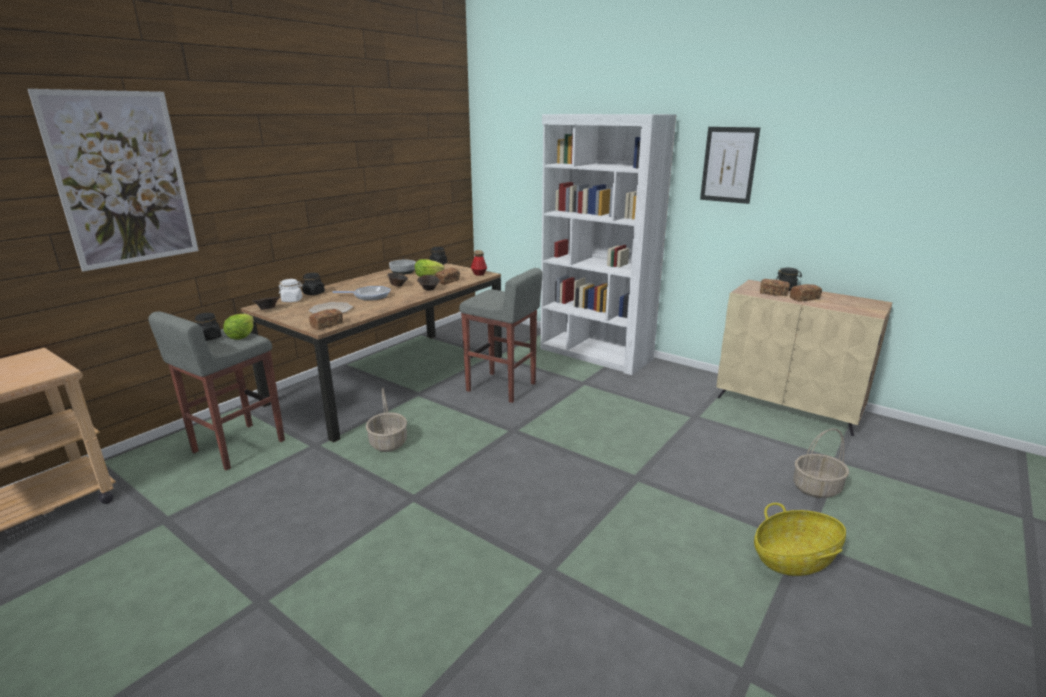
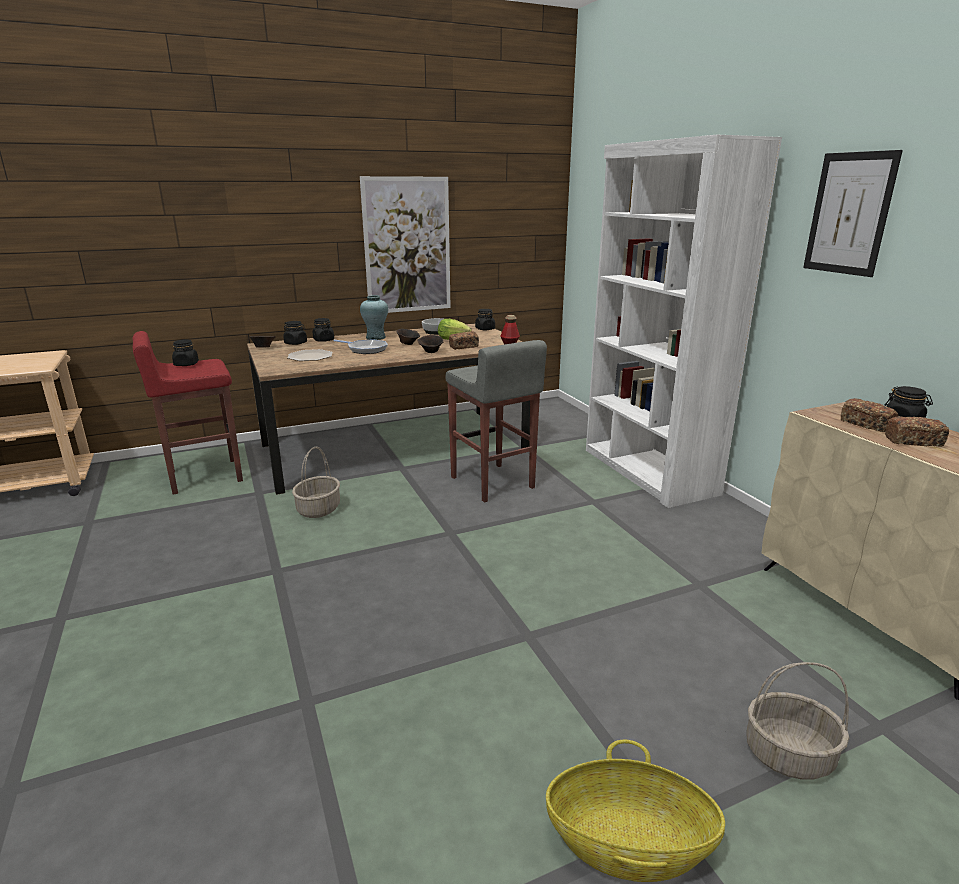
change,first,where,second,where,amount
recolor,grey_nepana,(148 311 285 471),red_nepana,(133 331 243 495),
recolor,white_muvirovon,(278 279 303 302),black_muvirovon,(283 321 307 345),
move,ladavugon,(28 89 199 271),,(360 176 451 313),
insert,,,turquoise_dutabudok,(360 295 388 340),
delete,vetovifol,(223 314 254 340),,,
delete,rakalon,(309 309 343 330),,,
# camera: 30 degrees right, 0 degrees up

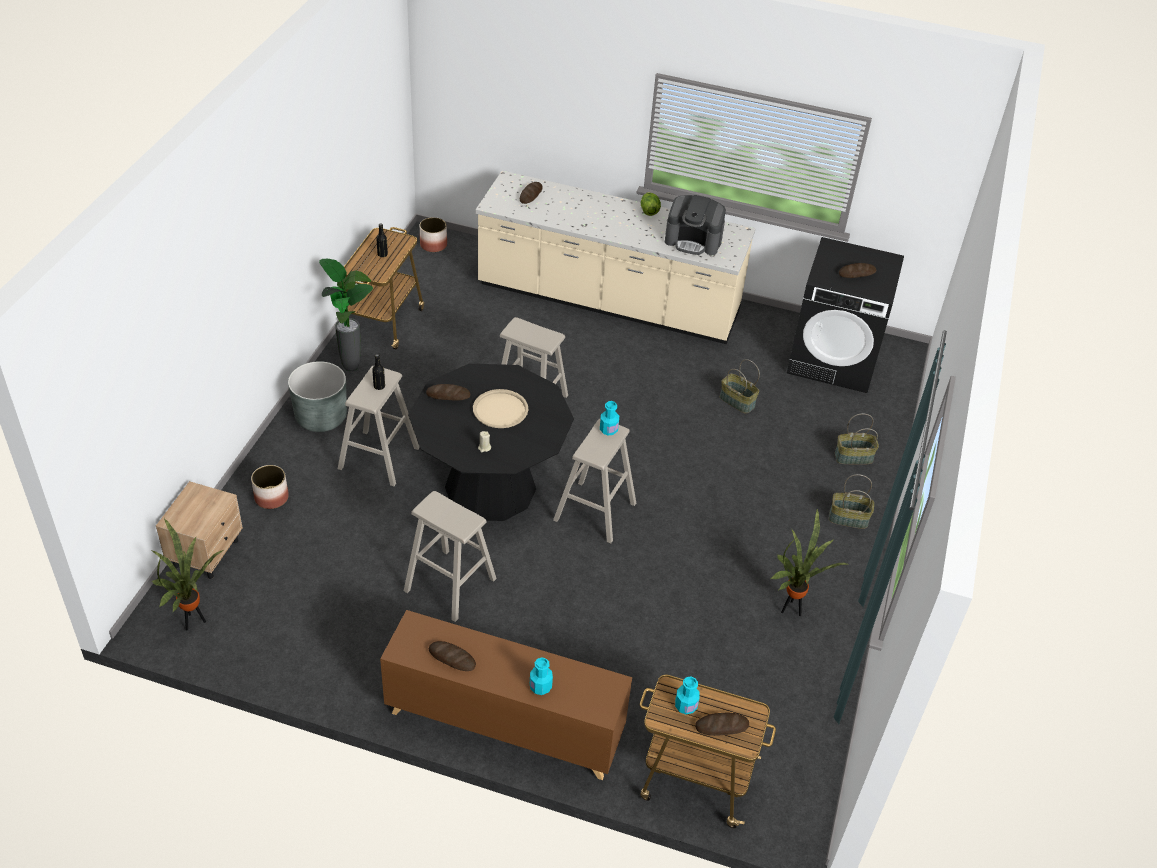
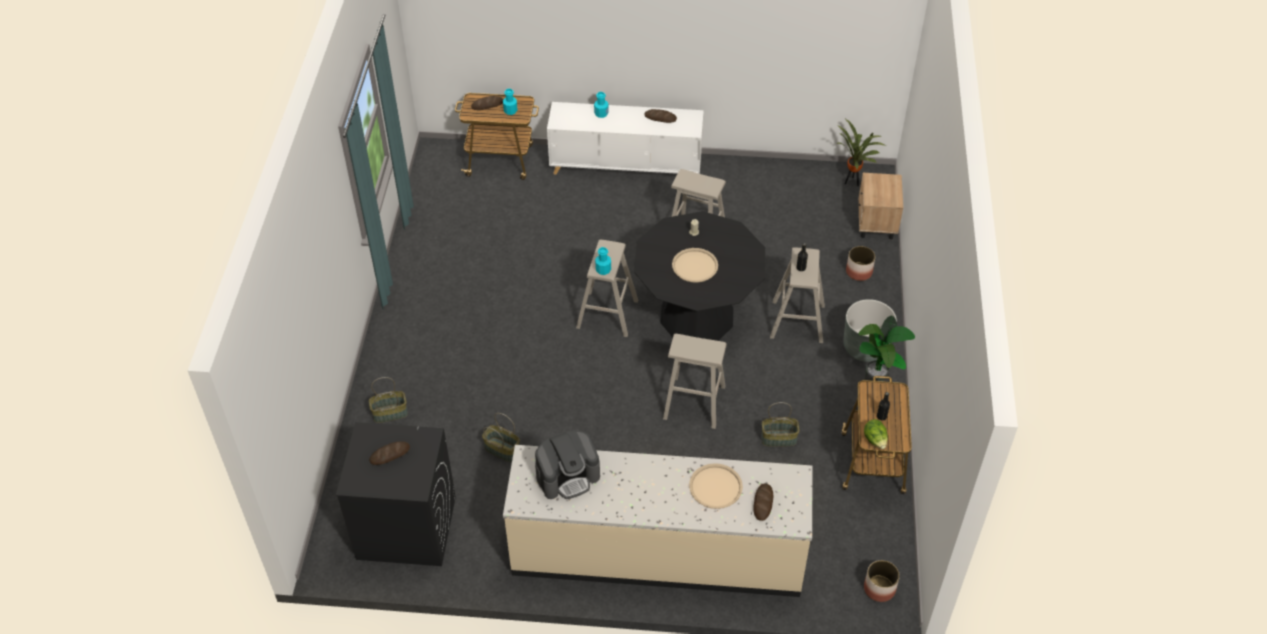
change,first,where,second,where,amount
rotate,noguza,(665 195 726 255),,(535 431 600 499),150 degrees clockwise
recolor,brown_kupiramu,(380 610 632 780),white_kupiramu,(547 102 704 174),
insert,,,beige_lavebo,(689 463 743 509),
move,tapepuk,(829 474 874 529),,(761 402 800 447),
move,vetovifol,(641 192 661 216),,(864 419 888 449),
delete,rakalon,(426 384 470 401),,,
delete,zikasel,(771 508 849 616),,,
# camera: 170 degrees right, 5 degrees up

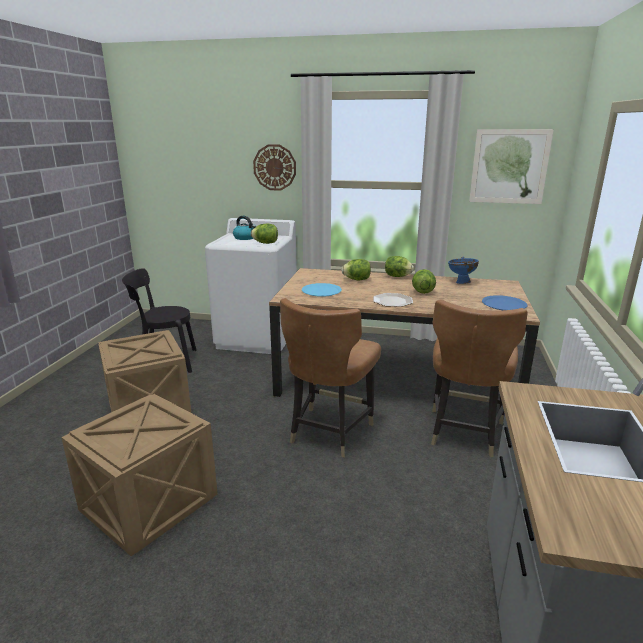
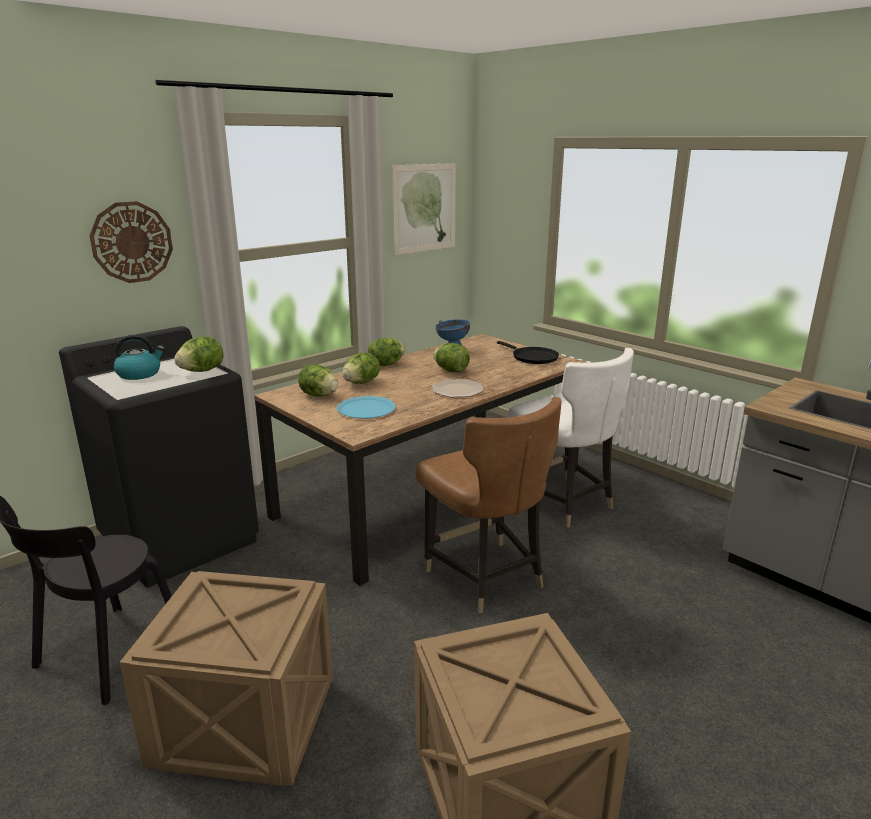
change,first,where,second,where,amount
recolor,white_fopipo,(205 218 297 354),black_fopipo,(59 326 259 587),
insert,,,vetovifol,(298 364 338 397),
replace,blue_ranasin,(482 295 527 310),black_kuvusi,(497 341 559 364),
recolor,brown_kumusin,(431 299 528 457),white_kumusin,(508 348 634 528),
# camera: 55 degrees left, 0 degrees up

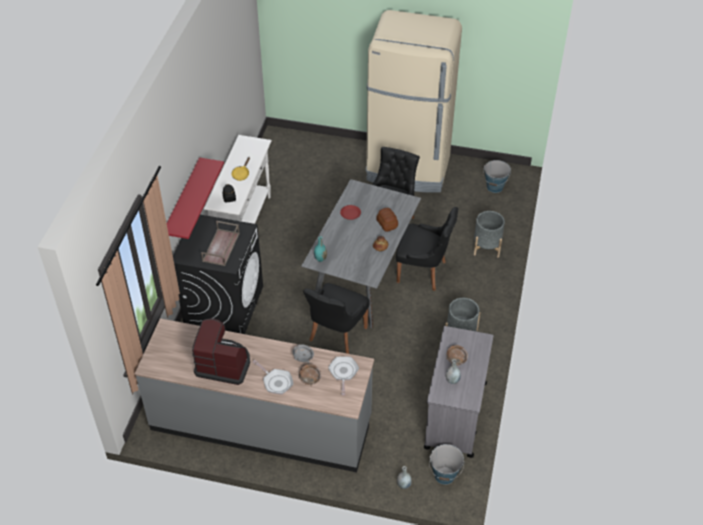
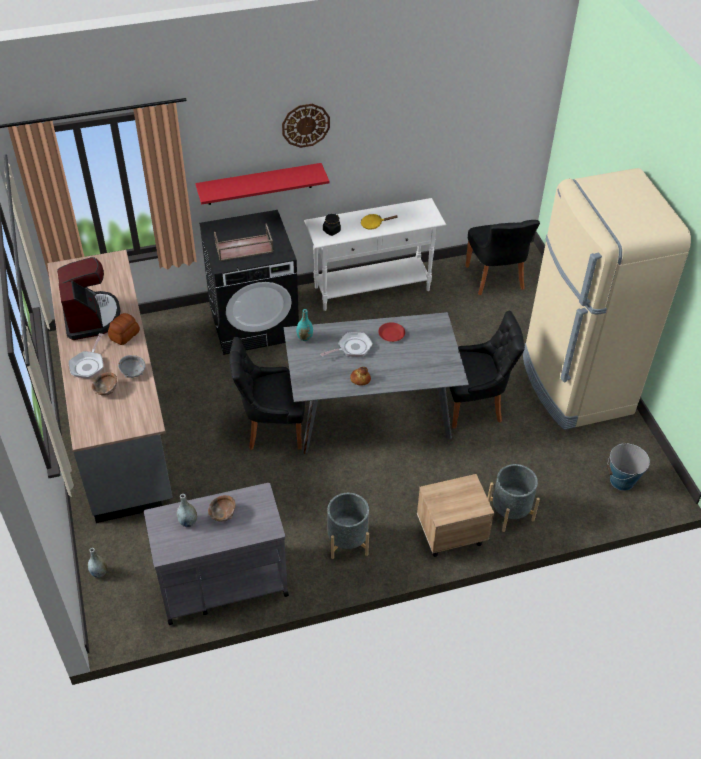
change,first,where,second,where,amount
move,rakalon,(376 208 398 232),,(108 313 140 345),
insert,,,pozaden,(282 104 330 148),
move,kuvusi,(328 356 359 396),,(321 332 373 357),
insert,,,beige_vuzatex,(417 474 494 557),
move,black_kumusin,(396 207 458 291),,(466 220 540 295),
delete,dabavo,(429 444 464 485),,,
# camera: 60 degrees right, 0 degrees up

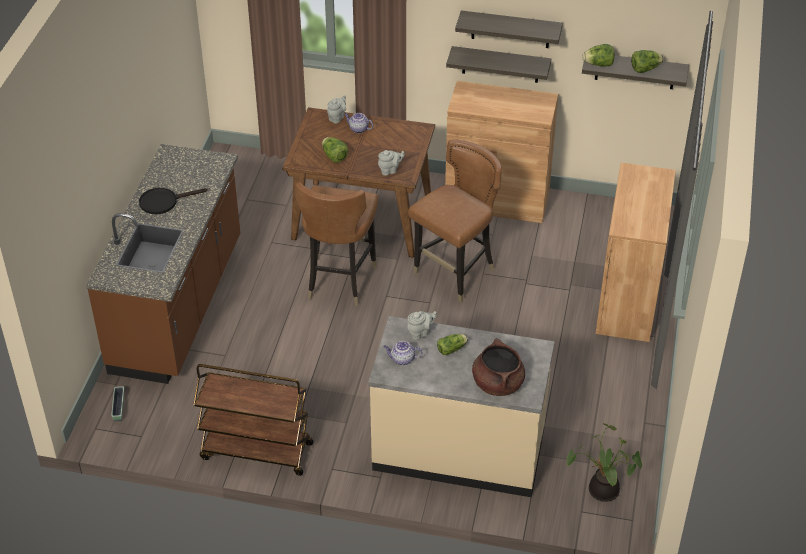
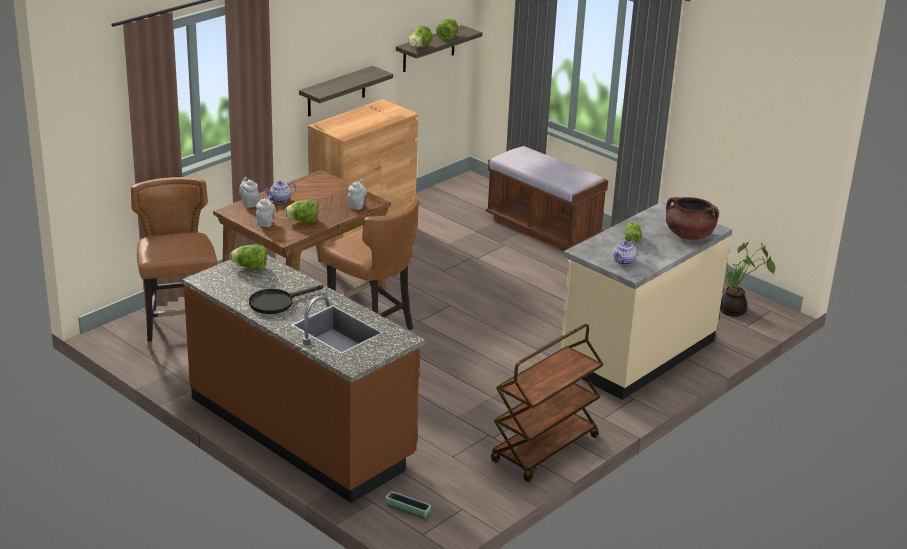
change,first,where,second,where,amount
move,brown_kumusin,(408 140 502 303),,(131 177 217 351),
insert,,,vetovifol,(230 244 267 270),
rotate,black_kuvusi,(139 188 207 214),,(249 285 323 314),45 degrees clockwise
move,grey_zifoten,(407 311 437 340),,(256 195 276 227),
replace,brown_kupiramu,(596 163 676 342),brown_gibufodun,(486 146 608 251),
delete,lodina,(455 10 563 48),,,
# camera: 60 degrees left, 15 degrees down

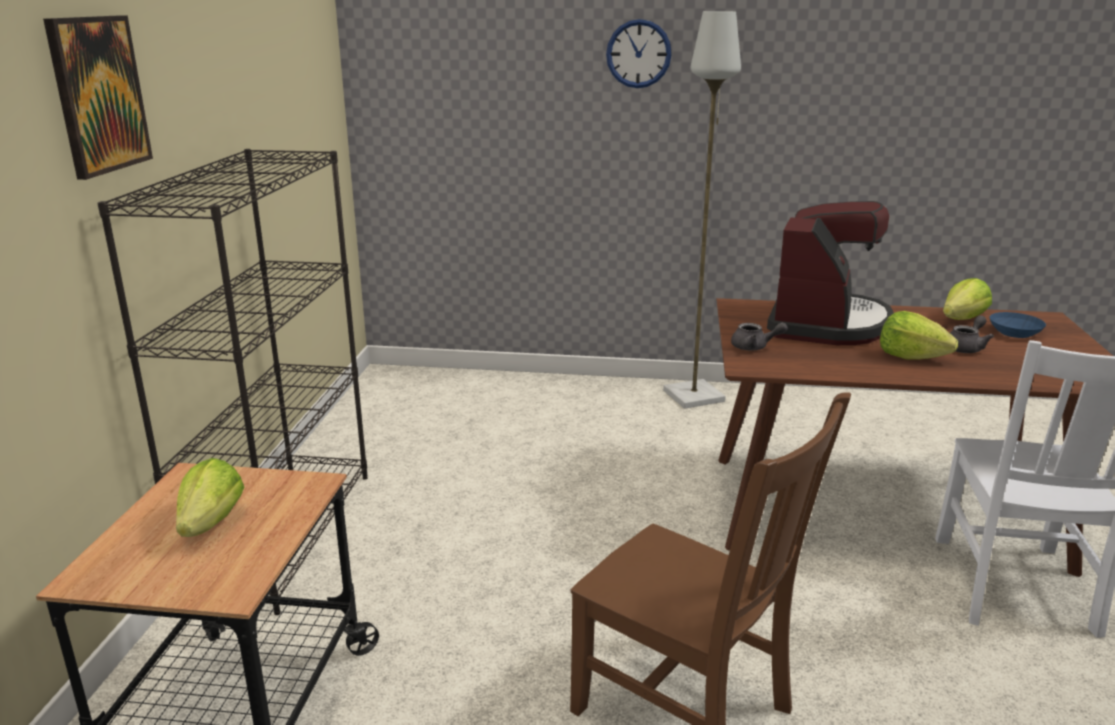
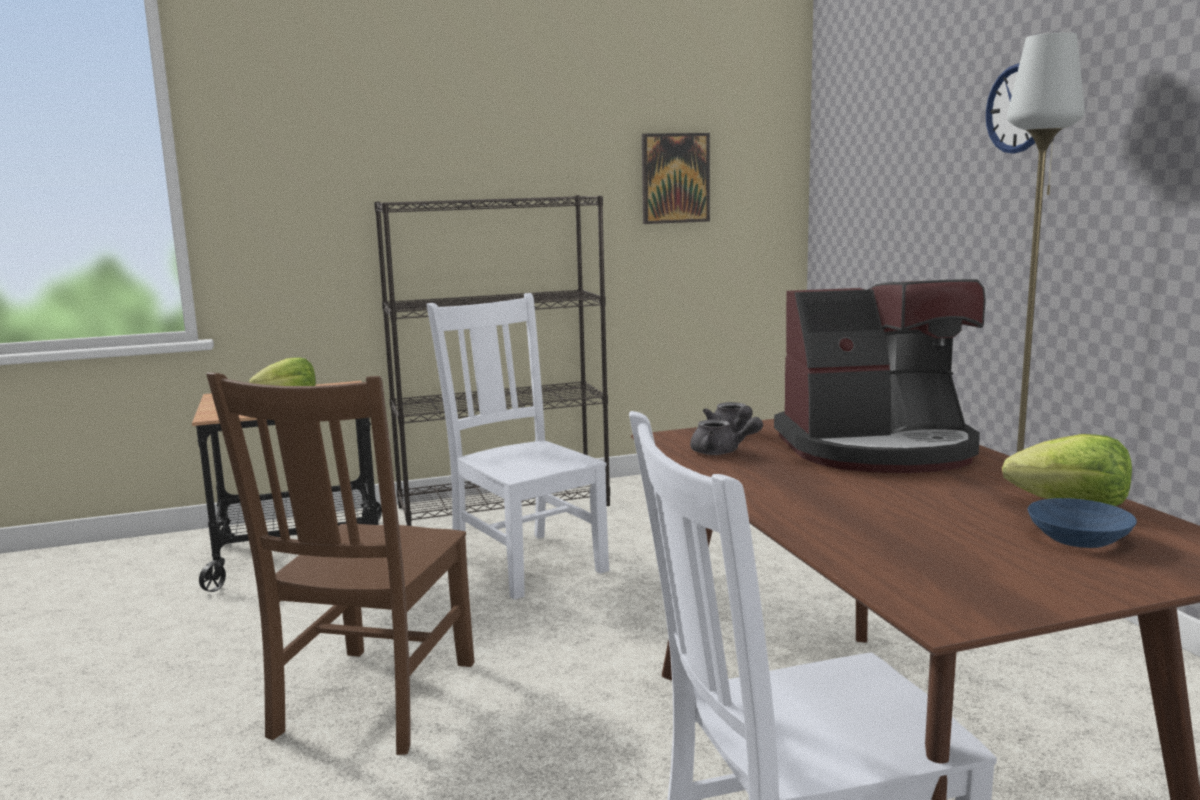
change,first,where,second,where,amount
insert,,,white_kumusin,(426 293 609 600),
move,ladavugon,(43 15 153 180),,(642 133 710 224),
move,grey_zifoten,(950 315 994 353),,(690 417 763 455),
delete,vetovifol,(880 311 958 360),,,
# camera: 65 degrees right, 10 degrees down

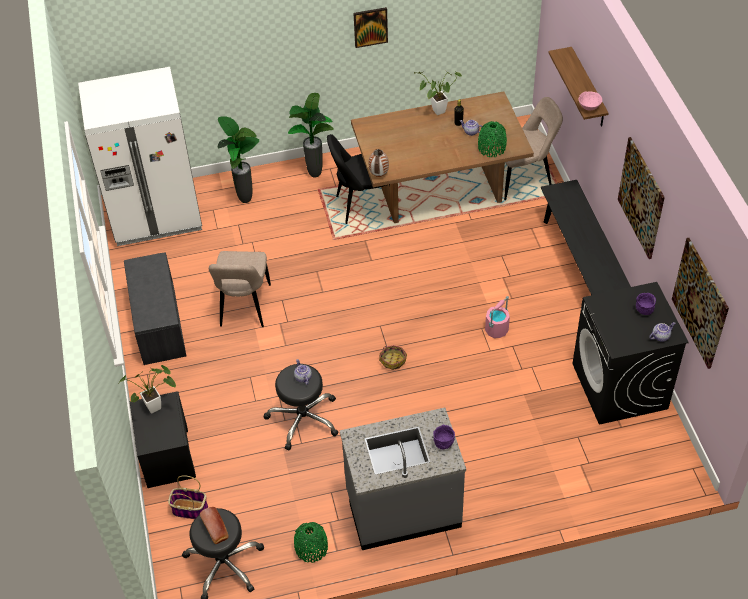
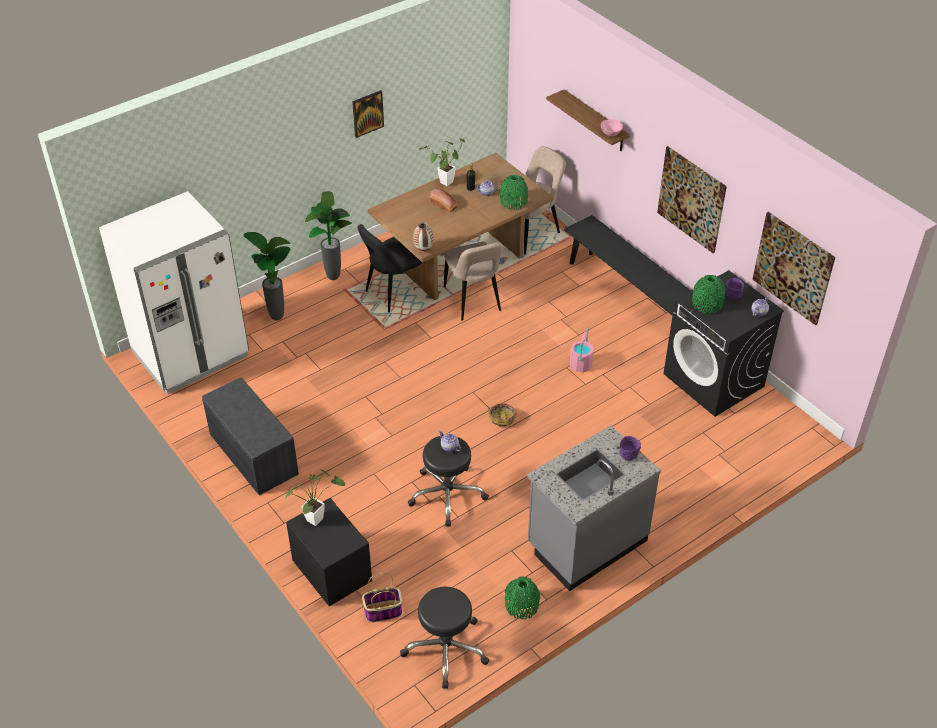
change,first,where,second,where,amount
move,rakalon,(200 507 229 544),,(430 188 457 212),
move,beige_kumusin,(209 251 271 327),,(444 241 503 321),
insert,,,green_dutabudok,(692 275 726 314),
# camera: 25 degrees left, 5 degrees down

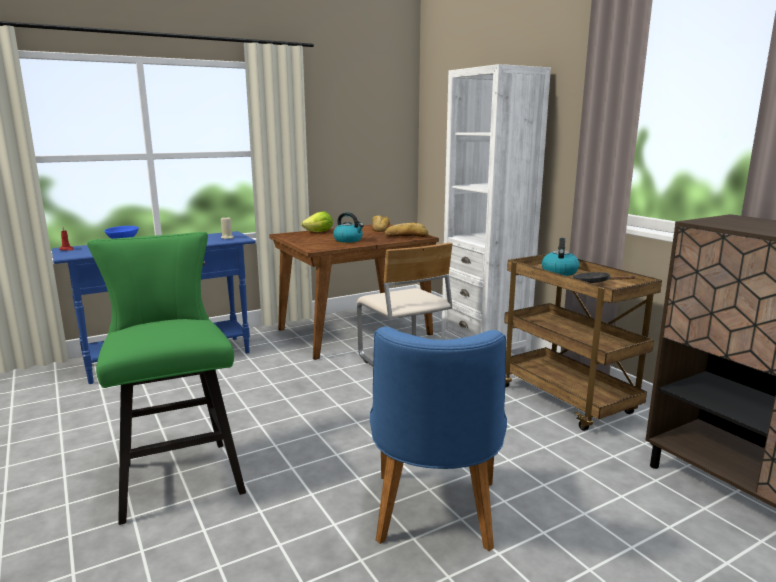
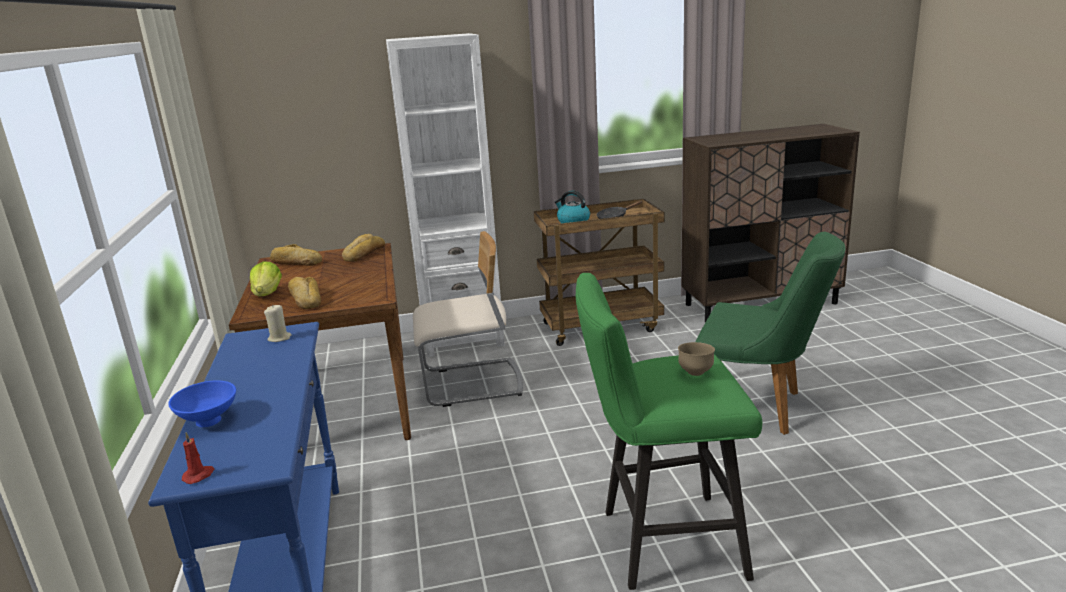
change,first,where,second,where,amount
insert,,,rakalon,(288 277 321 309),
insert,,,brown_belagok,(678 342 715 376),
recolor,blue_kumusin,(370 327 507 551),green_kumusin,(695 232 846 435),
delete,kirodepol,(333 212 364 243),,,
# camera: 70 degrees left, 5 degrees up

